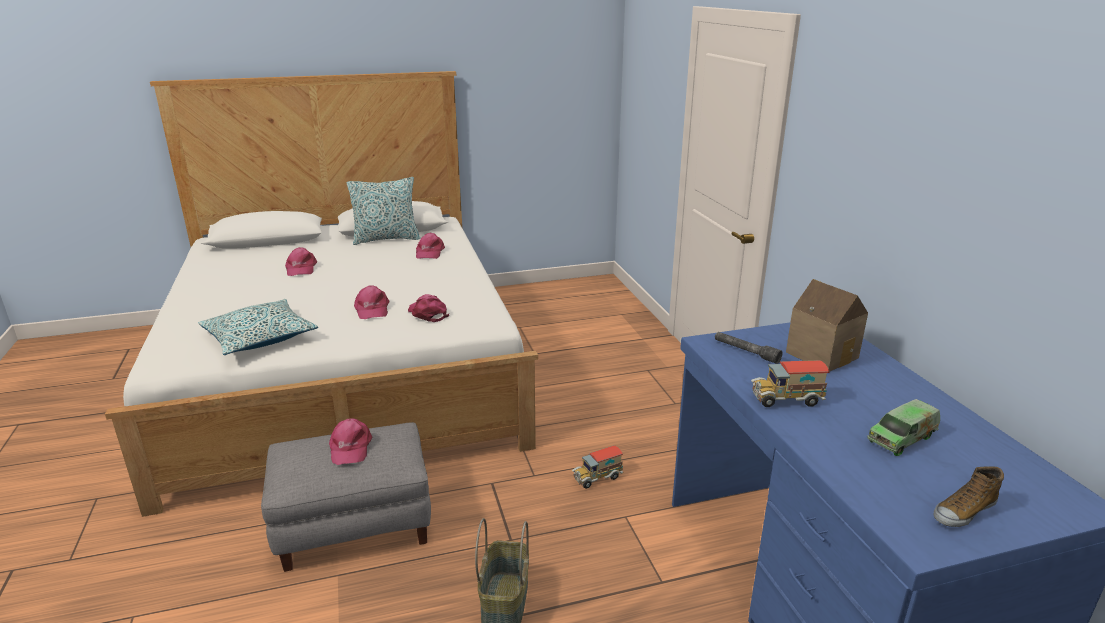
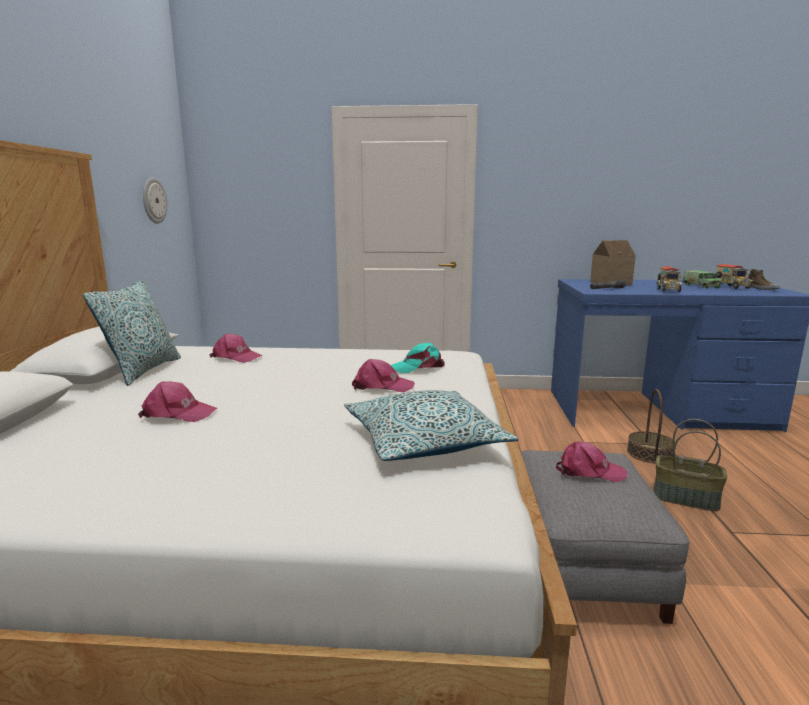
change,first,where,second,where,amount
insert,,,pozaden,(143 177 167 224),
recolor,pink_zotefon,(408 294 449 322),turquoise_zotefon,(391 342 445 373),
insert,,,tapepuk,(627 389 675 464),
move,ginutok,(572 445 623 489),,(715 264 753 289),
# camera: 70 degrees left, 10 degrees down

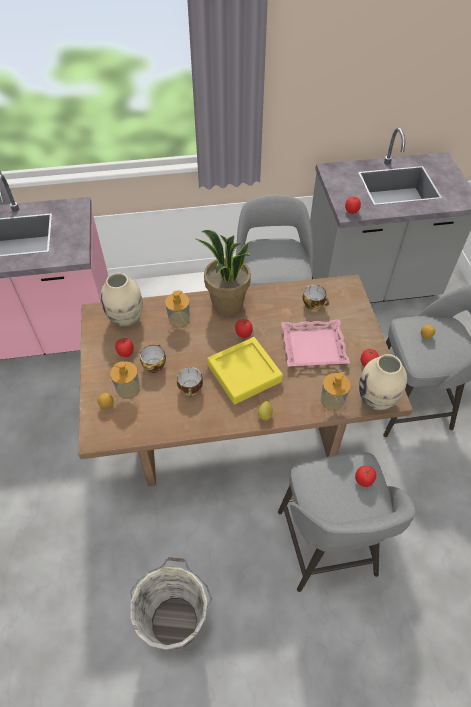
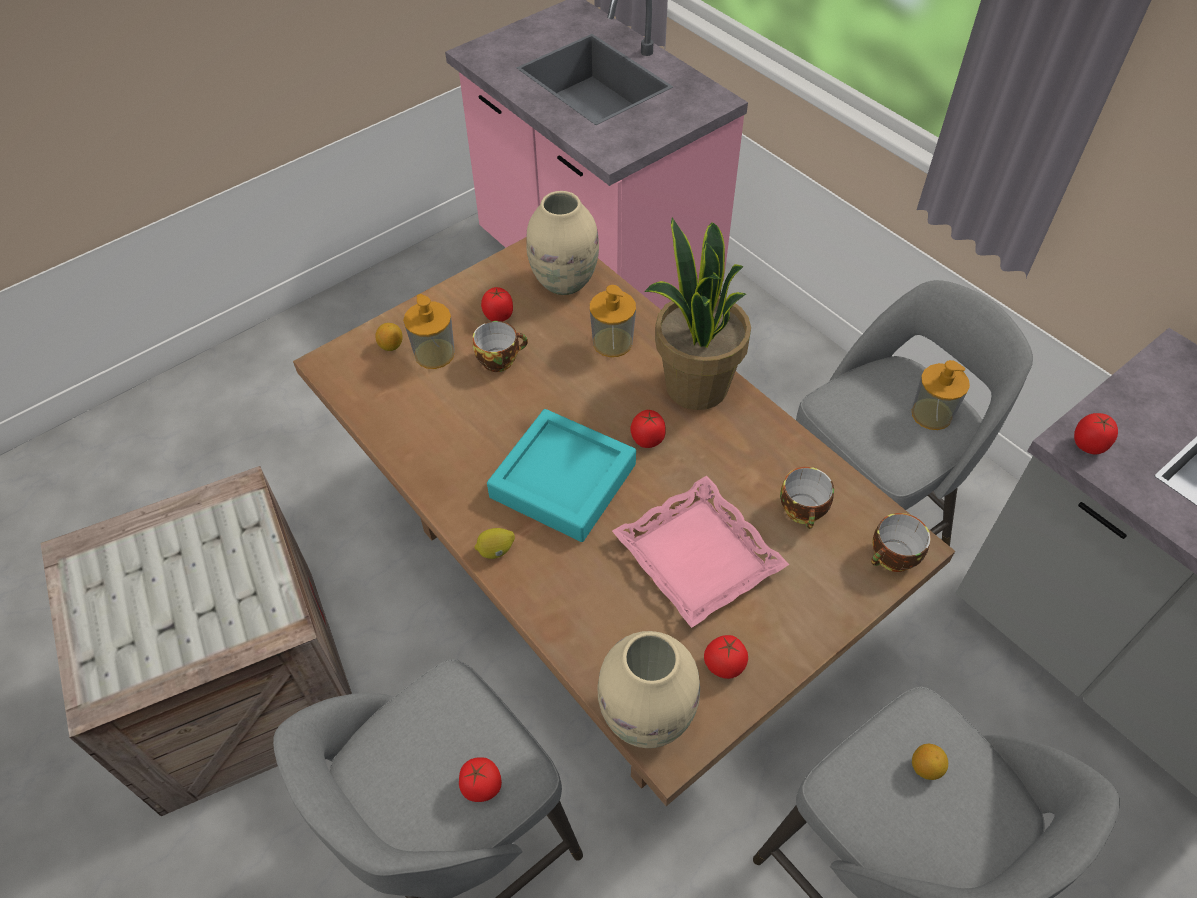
change,first,where,second,where,amount
replace,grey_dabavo,(130 557 212 650),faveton,(40 466 352 816),
recolor,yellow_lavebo,(207 337 283 405),turquoise_lavebo,(487 409 636 542),
move,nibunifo,(177 367 203 398),,(871 513 931 572),
move,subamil,(321 372 351 411),,(912 360 970 430),
# camera: 60 degrees right, 0 degrees up

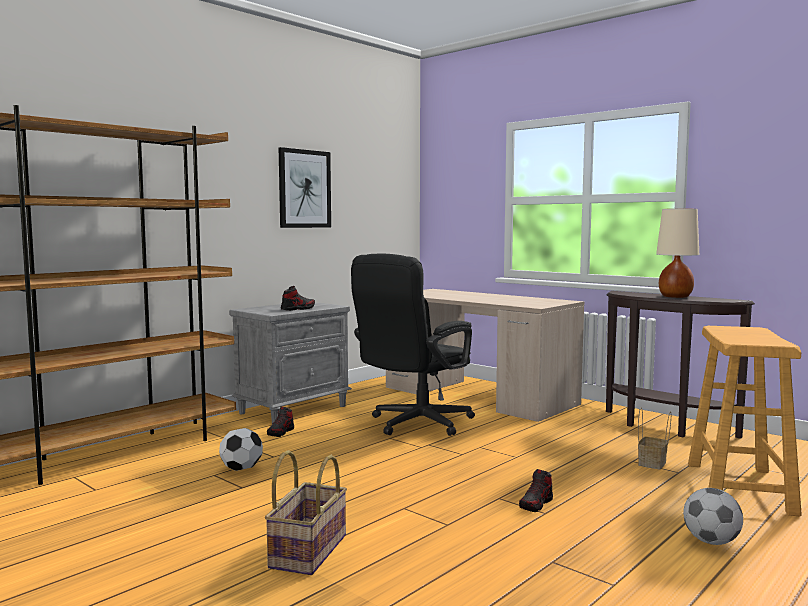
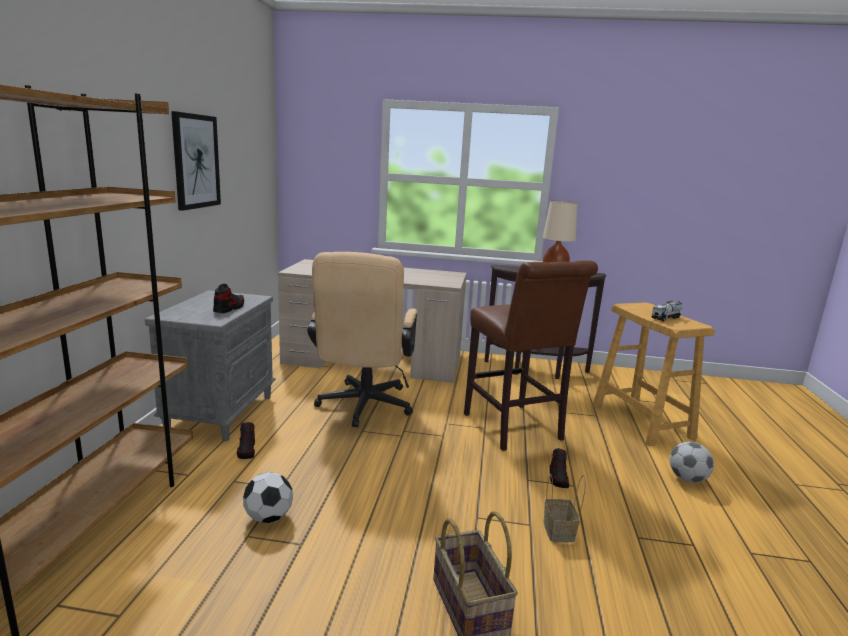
change,first,where,second,where,amount
recolor,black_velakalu,(351 254 475 436),beige_velakalu,(307 252 417 427),
insert,,,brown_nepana,(464 260 598 451),
move,tapepuk,(638 407 671 470),,(543 474 586 542),
insert,,,ginutok,(651 300 682 322),
# camera: 35 degrees left, 10 degrees up

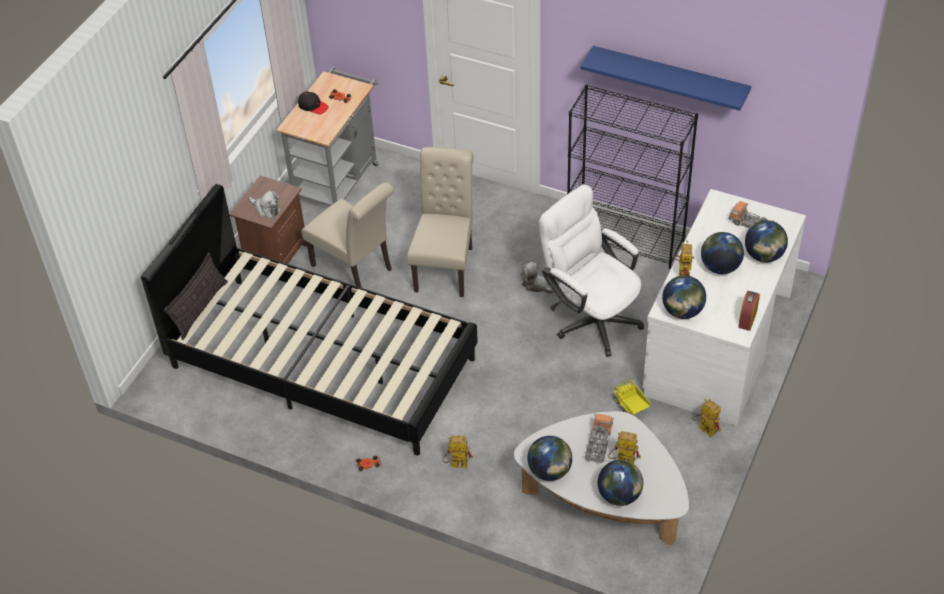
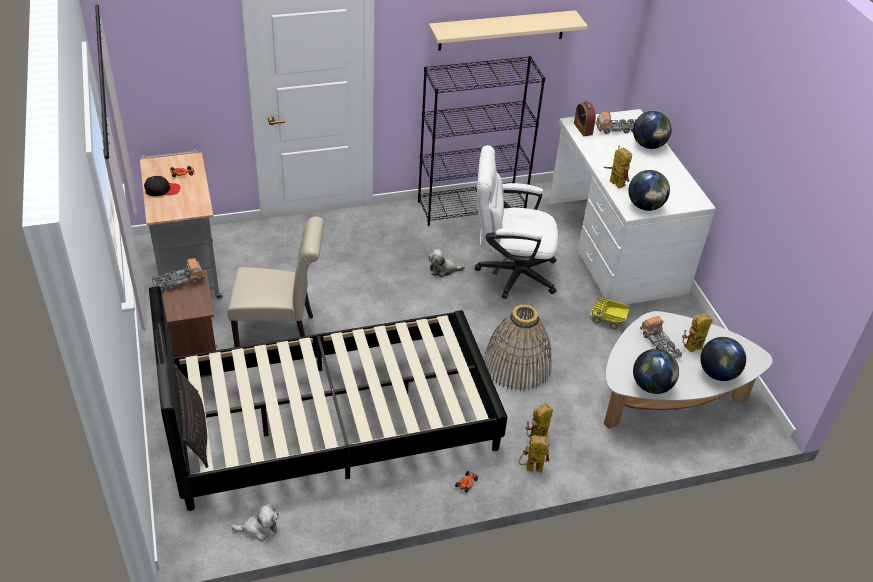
change,first,where,second,where,amount
insert,,,ginutok,(151 258 204 292),
move,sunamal,(249 191 281 218),,(231 503 279 541),
recolor,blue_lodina,(580 46 751 111),beige_lodina,(429 10 588 50),
insert,,,tapepuk,(483 305 552 391),
move,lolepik,(692 399 721 437),,(519 435 550 472),
move,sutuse,(738 291 760 331),,(574 101 596 136),
delete,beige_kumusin,(407 147 473 297),,,
delete,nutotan,(701 232 744 274),,,
# camera: 45 degrees left, 5 degrees down

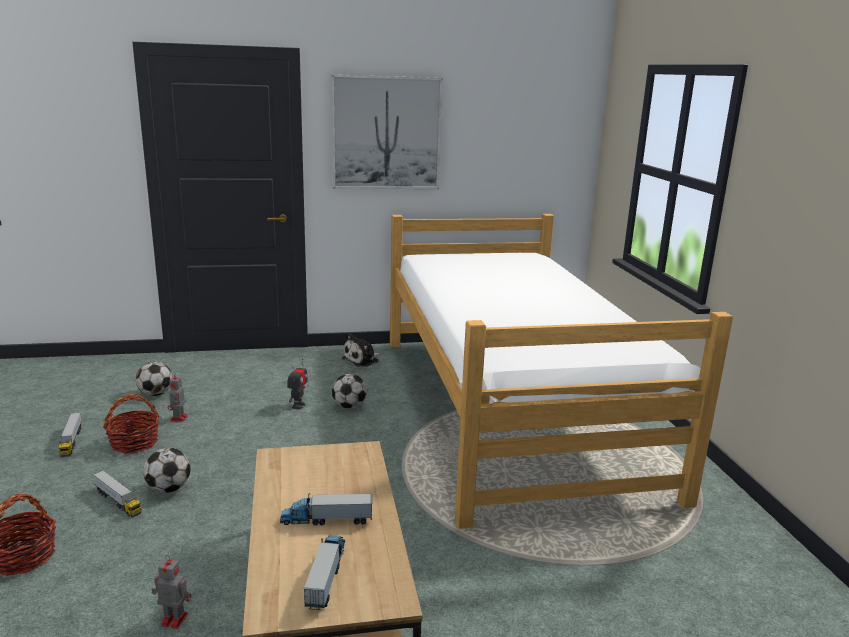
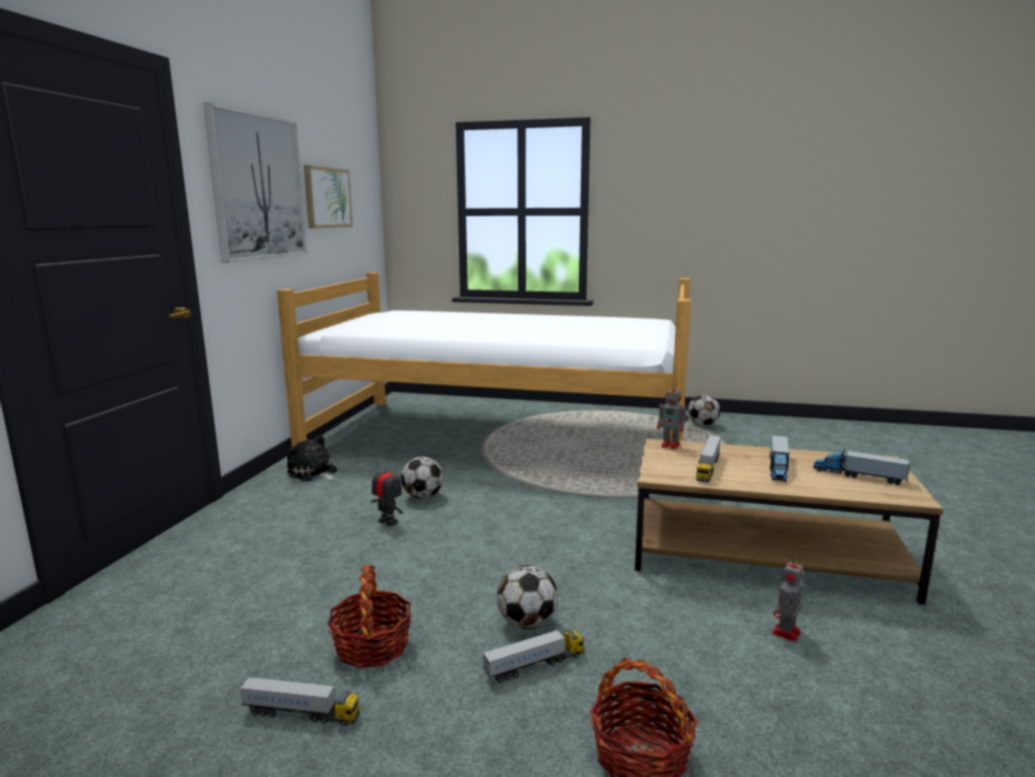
change,first,where,second,where,amount
rotate,sunamal,(342 333 380 367),,(287 435 337 482),150 degrees clockwise
insert,,,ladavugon,(304 165 353 229),
move,lolepik,(168 373 188 422),,(657 383 689 449),
move,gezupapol,(136 361 172 396),,(688 395 720 426),
insert,,,ginutok,(696 435 721 482),
# camera: 65 degrees left, 5 degrees down

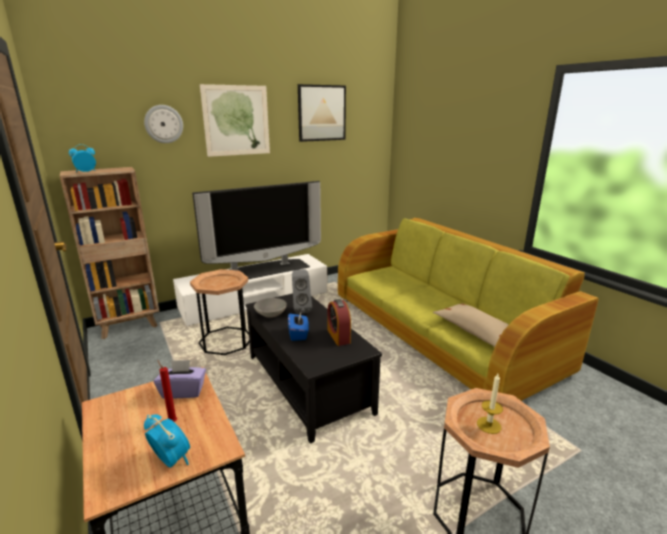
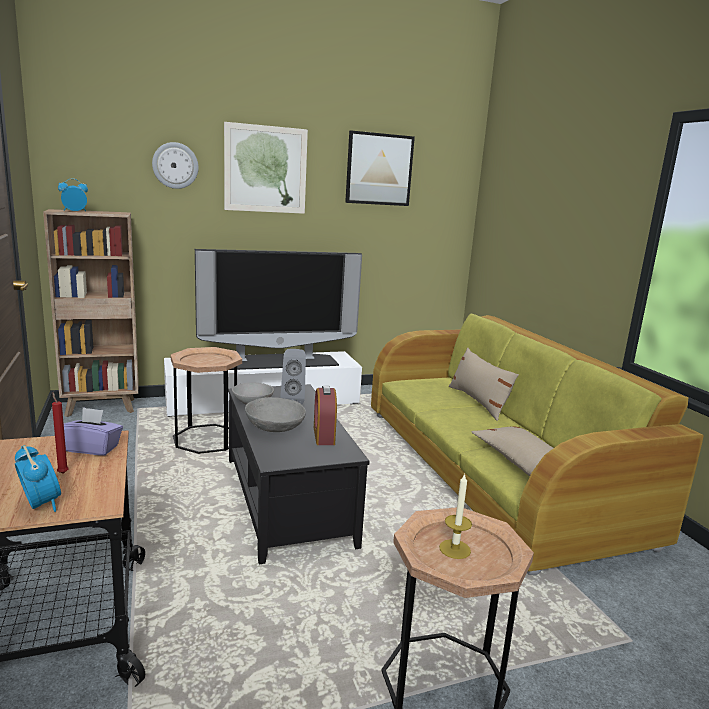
change,first,where,second,where,amount
replace,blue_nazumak,(288 313 309 341),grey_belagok,(245 397 306 432),
insert,,,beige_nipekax,(449 347 519 421),
# camera: 10 degrees right, 5 degrees down

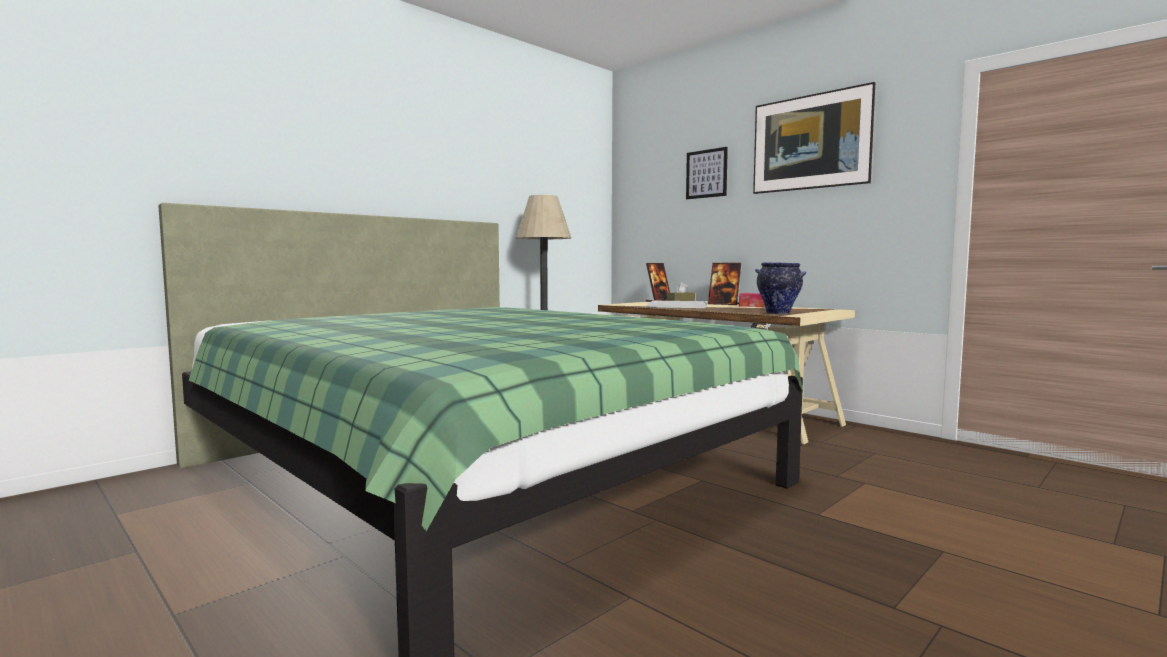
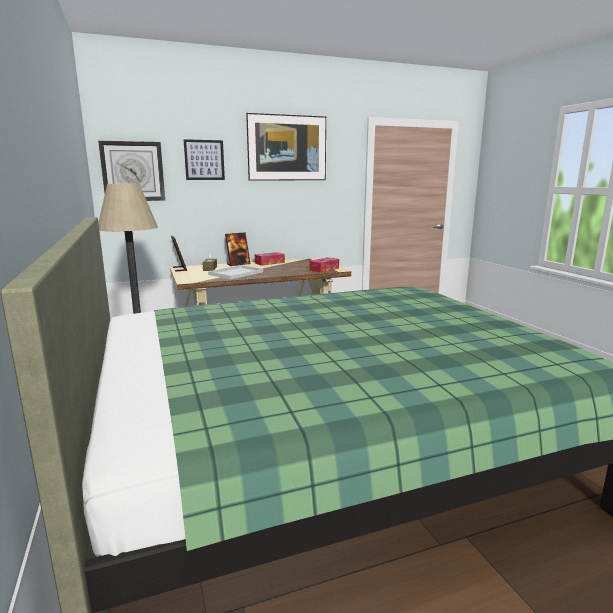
change,first,where,second,where,amount
insert,,,pozaden,(98 141 165 201),
replace,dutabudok,(755 262 807 314),nazumak,(309 257 339 273),
# camera: 65 degrees left, 10 degrees up

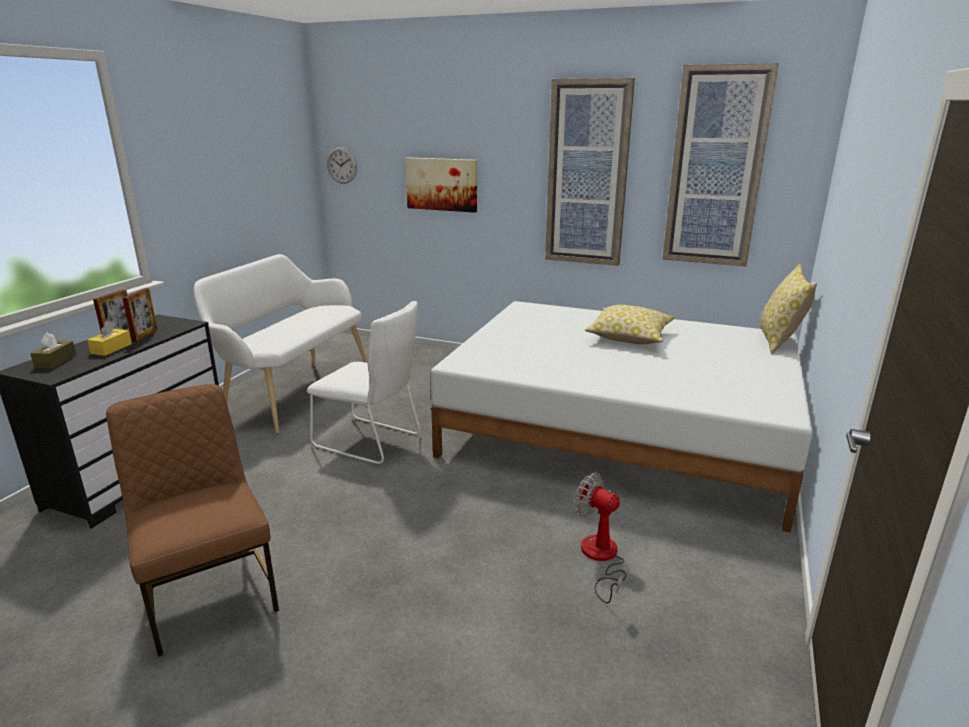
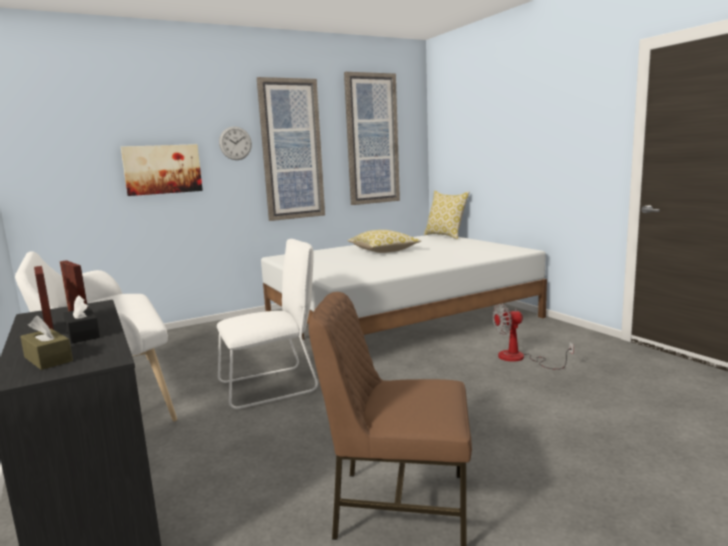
change,first,where,second,where,amount
recolor,yellow_nazumak,(87 321 132 356),black_nazumak,(63 295 100 343),
move,pozaden,(327 147 357 184),,(219 126 252 160),
# camera: 50 degrees left, 10 degrees down

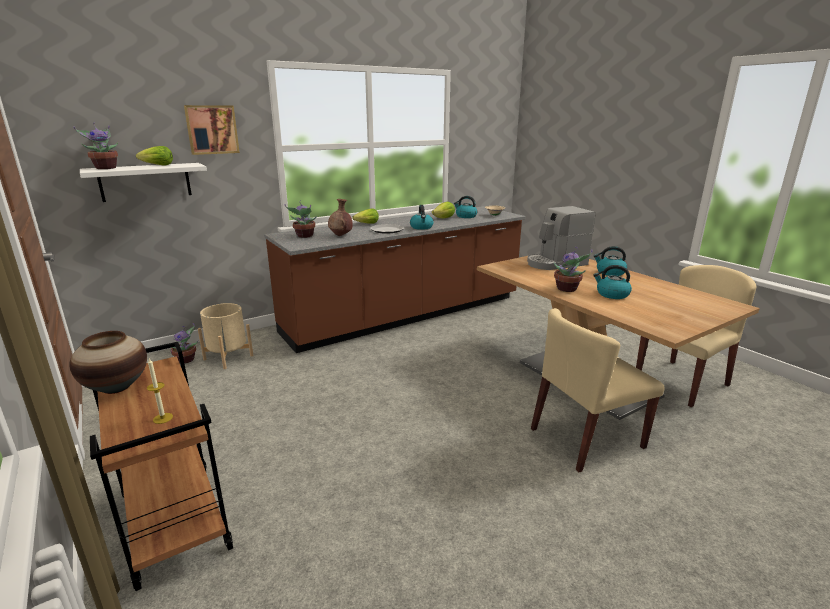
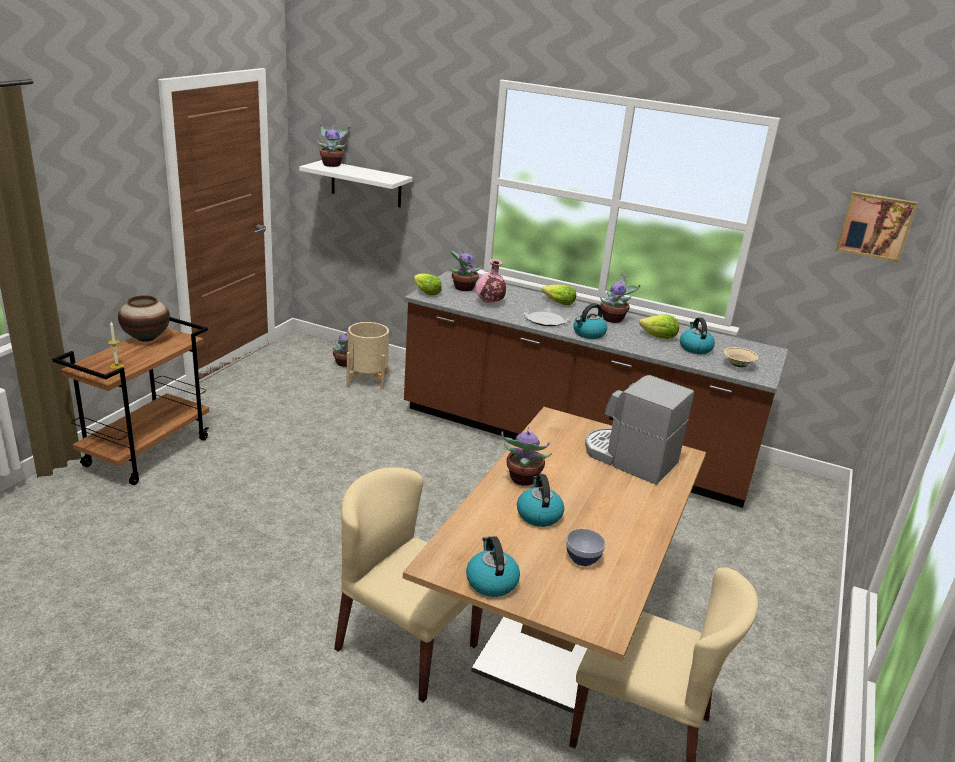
change,first,where,second,where,amount
move,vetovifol,(136 146 173 165),,(414 273 442 295),
move,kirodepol,(594 246 627 276),,(466 536 520 597),
recolor,brown_dutabudok,(328 199 353 236),pink_dutabudok,(475 259 506 303),
insert,,,belagok,(566 529 606 566),
insert,,,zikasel,(600 273 640 323),
move,ladavugon,(184 105 240 155),,(836 192 918 262),
# camera: 55 degrees right, 5 degrees up

